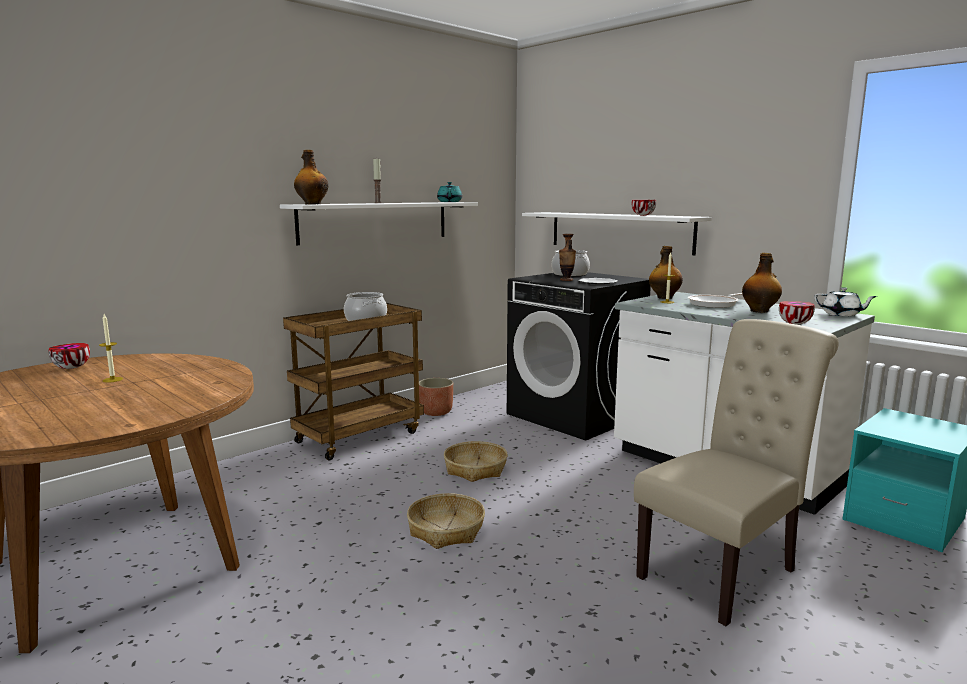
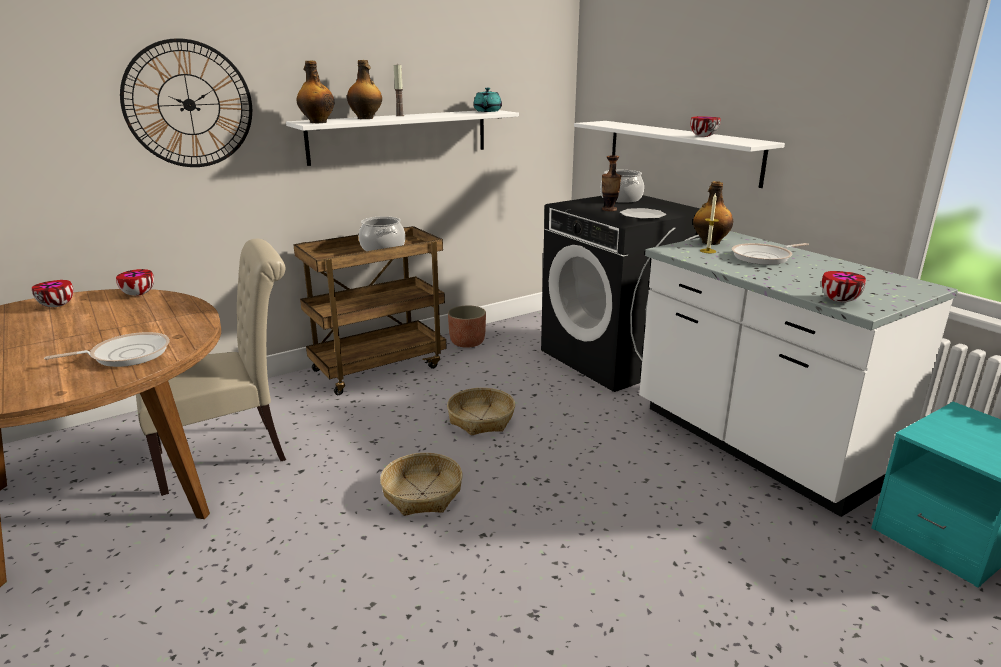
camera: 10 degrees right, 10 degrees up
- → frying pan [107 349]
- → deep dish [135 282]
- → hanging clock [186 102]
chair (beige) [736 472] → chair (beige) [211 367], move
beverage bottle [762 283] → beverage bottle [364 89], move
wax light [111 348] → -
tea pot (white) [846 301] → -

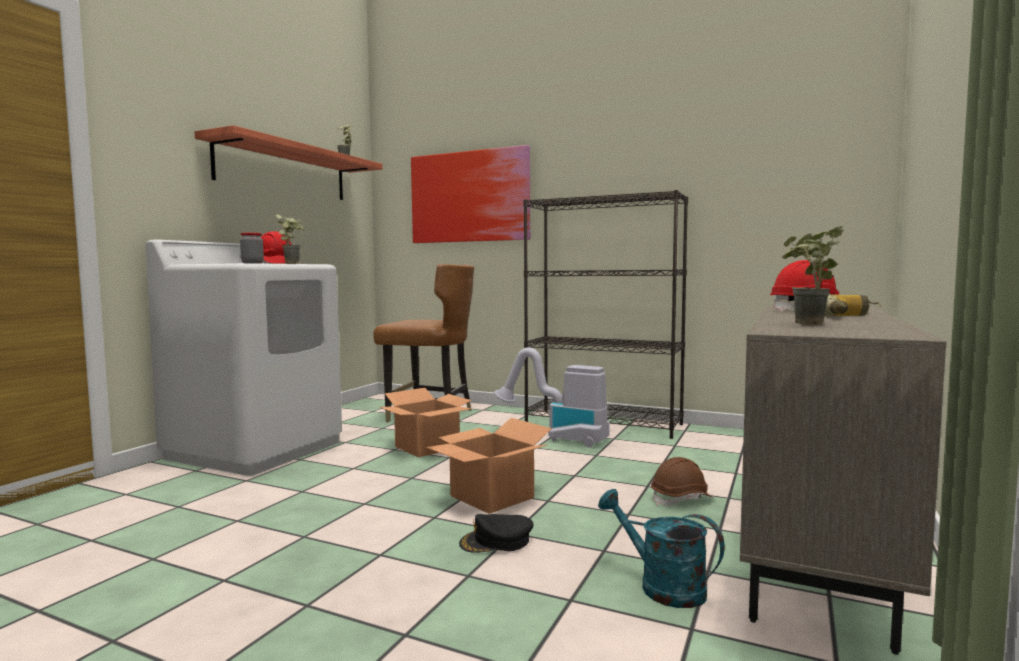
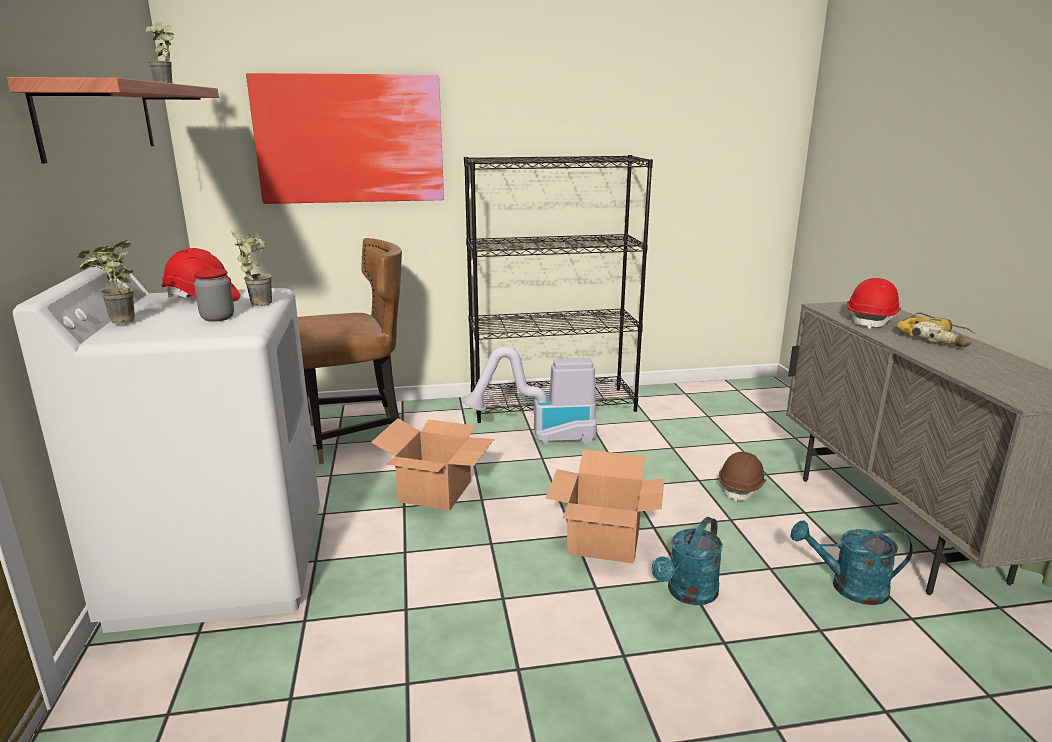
camera: 35 degrees left, 15 degrees up
houseplant [813 276] → houseplant [106 282], move
peaked cap (black-coloured) [496 533] → watering pot (turquoise) [687 561]

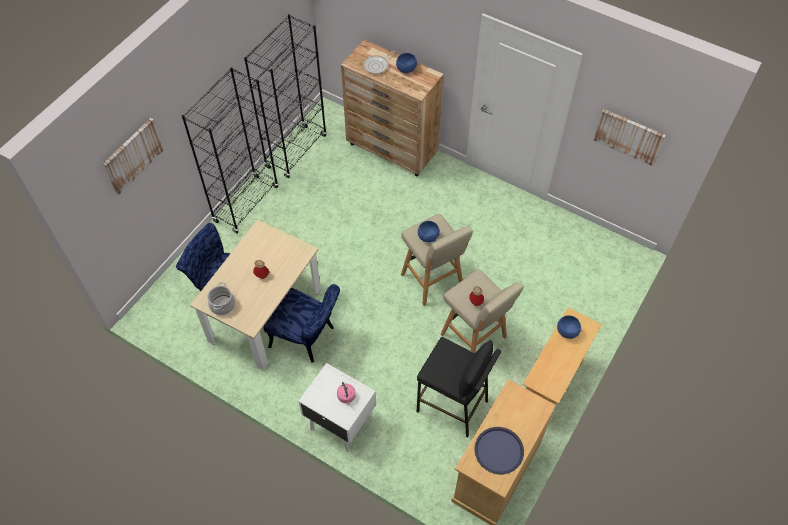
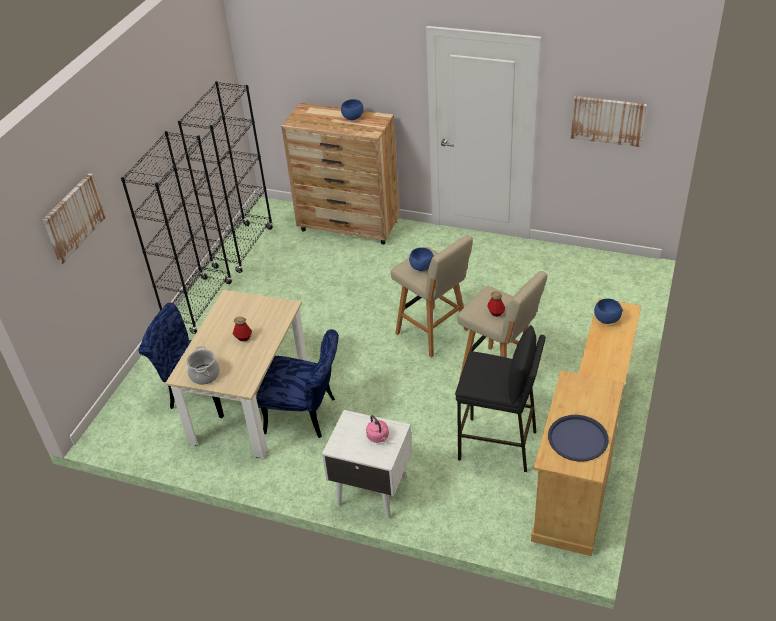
camera: 10 degrees left, 15 degrees down
frying pan [379 62] → -

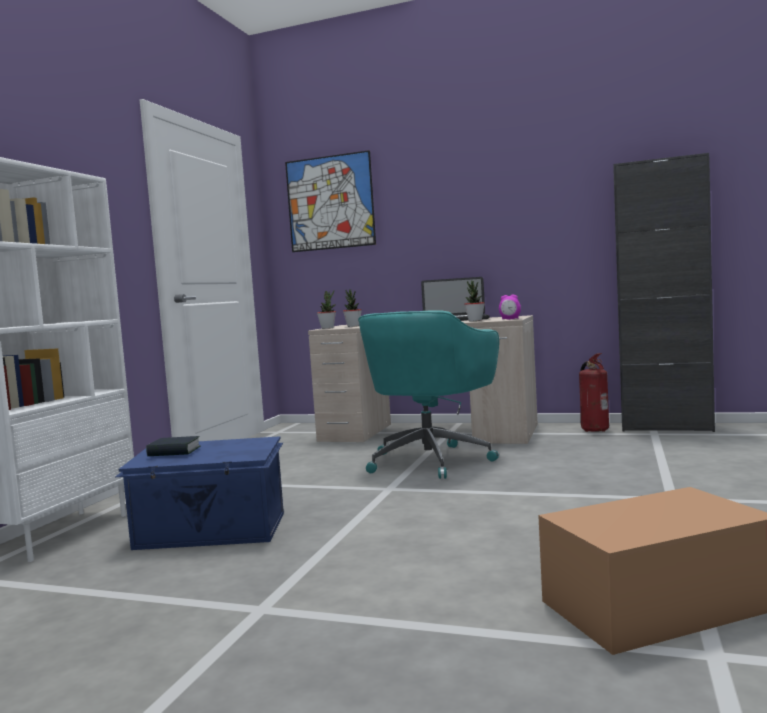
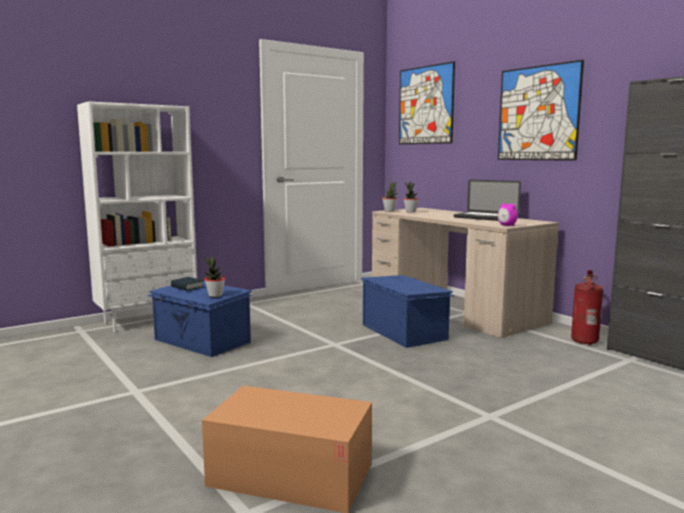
camera: 35 degrees right, 5 degrees up
houseplant [474 301] → houseplant [215 276], move
computer chair (turquoise) [428 394] → storage bin (blue-coloured) [408 311]
- → wall art [541 110]

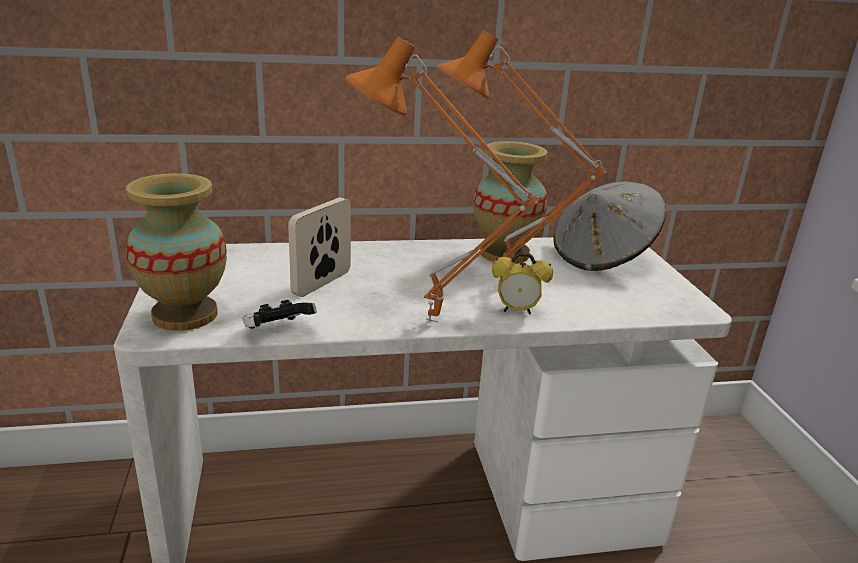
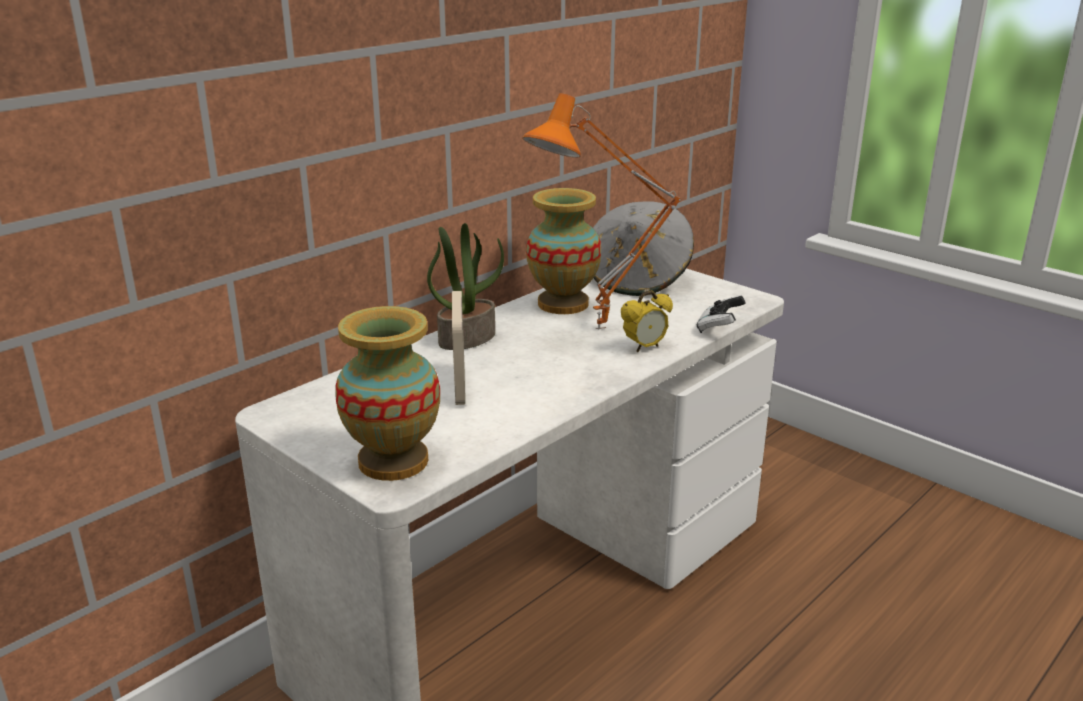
camera: 35 degrees left, 0 degrees up
- → houseplant [465 286]
gamepad [280 314] → gamepad [721 314], move
tabletop lamp (orange) [442 179] → -

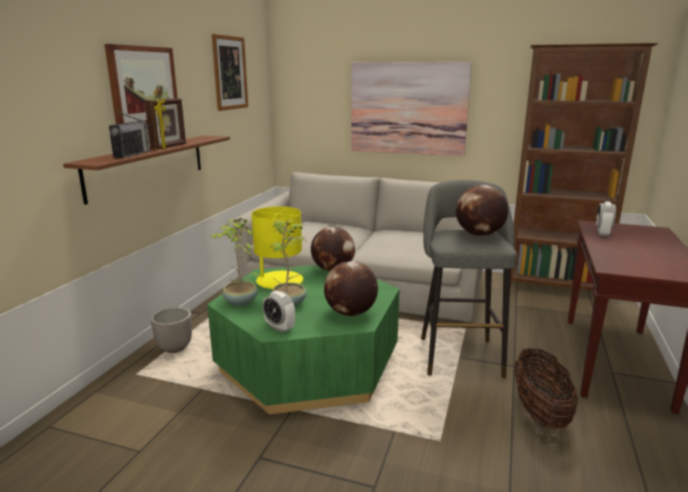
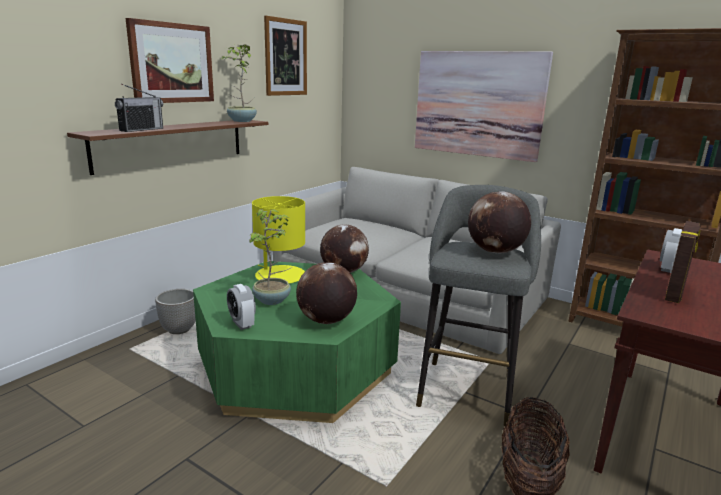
camera: 15 degrees right, 0 degrees up
houseplant [234 262] → houseplant [239 83], move
picture frame [165 123] → picture frame [682 262], move

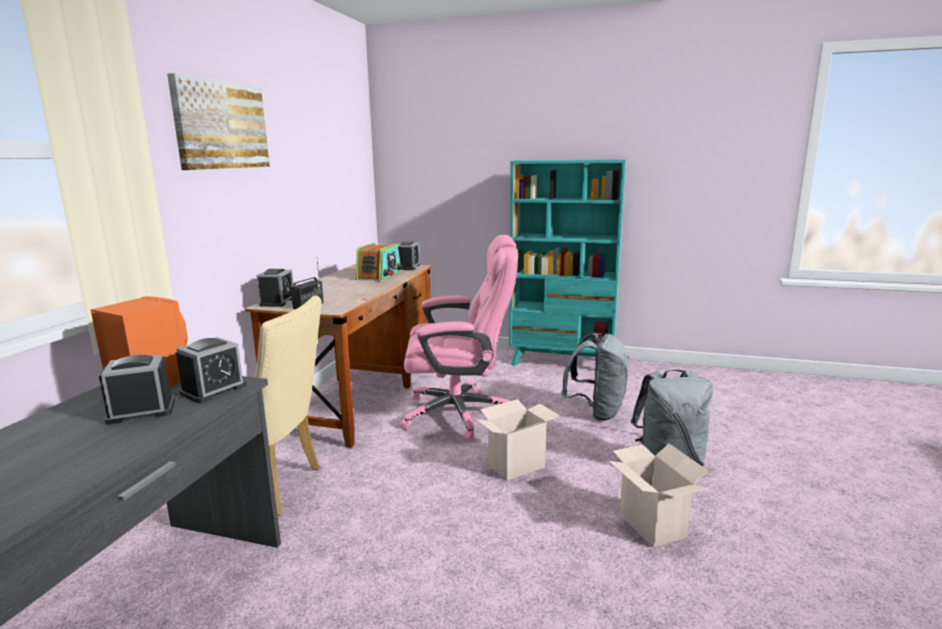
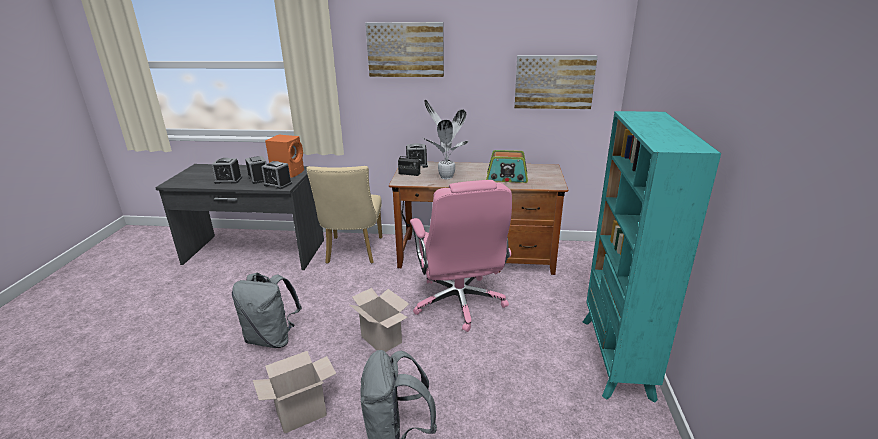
camera: 80 degrees right, 10 degrees up
bedside clock [408 255] → bedside clock [227 171], move
backpack (greyish) [595 377] → backpack (greyish) [267 310], move
- → houseplant [446 139]
- → wall art [556 82]

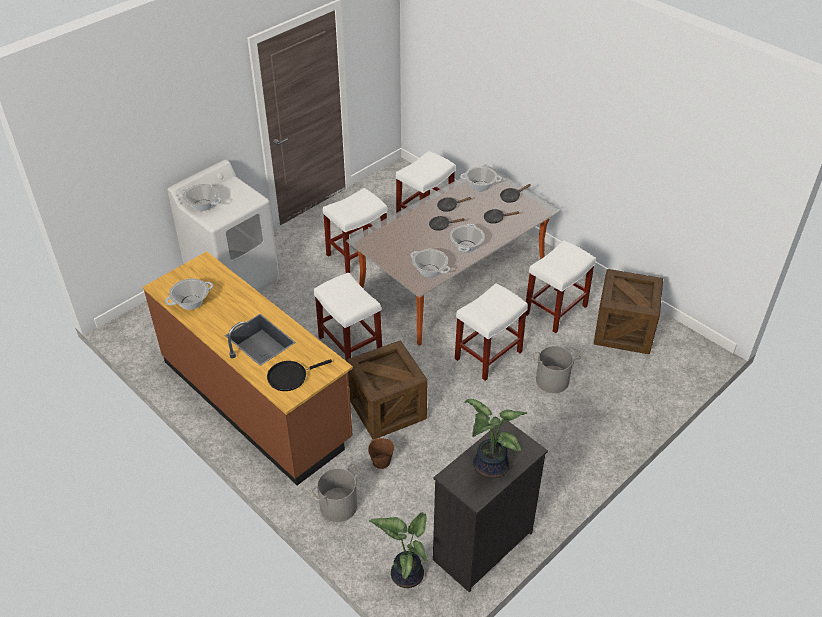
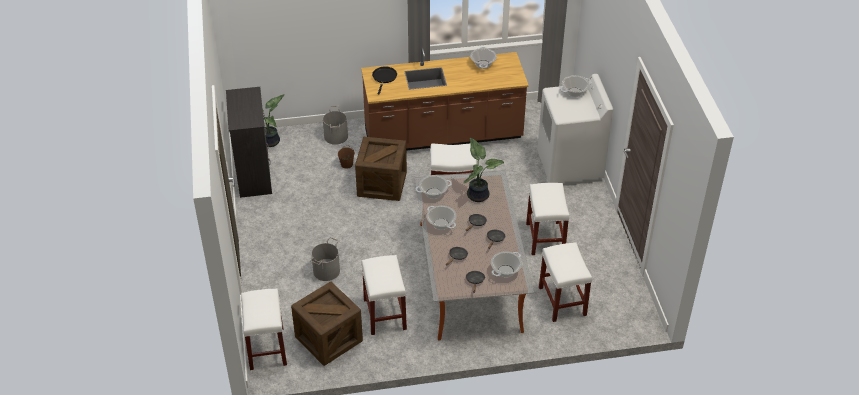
camera: 125 degrees right, 0 degrees up
stool (white) [491 332] → stool (white) [264 329], move
houseplant [495 438] → houseplant [484 170], move

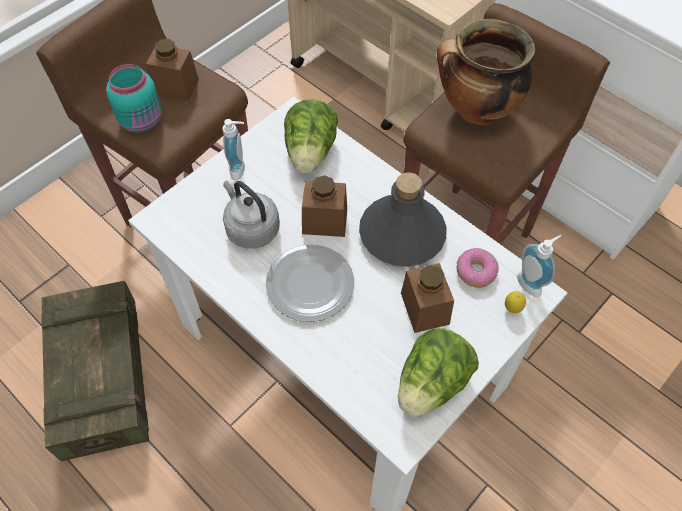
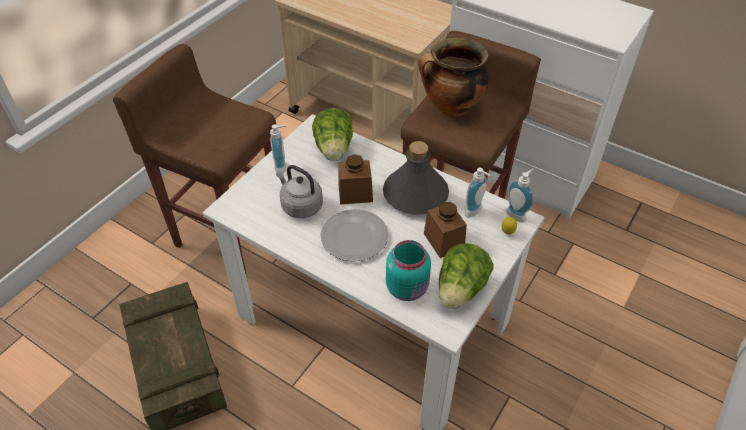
camera: 10 degrees left, 10 degrees down
preserve jar (turquoise) [134 98] → preserve jar (turquoise) [408 270], move
donut [478 268] → soap bottle [478 193]
preserve jar (brown) [172 70] → -

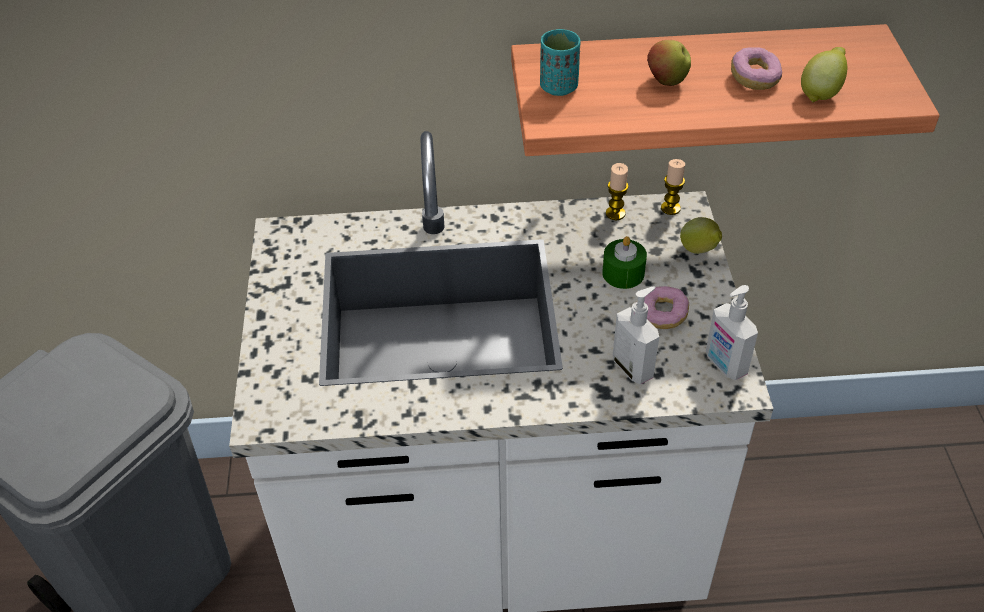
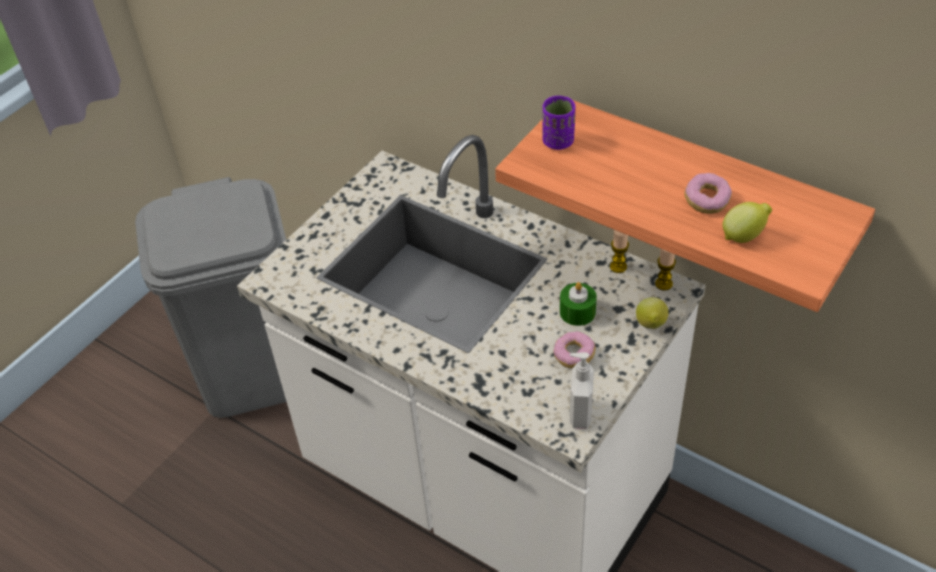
camera: 40 degrees right, 0 degrees up
cup (turquoise) [560 62] → cup (purplish) [558 123]
soap bottle [636 335] → -
apple [669 63] → -

